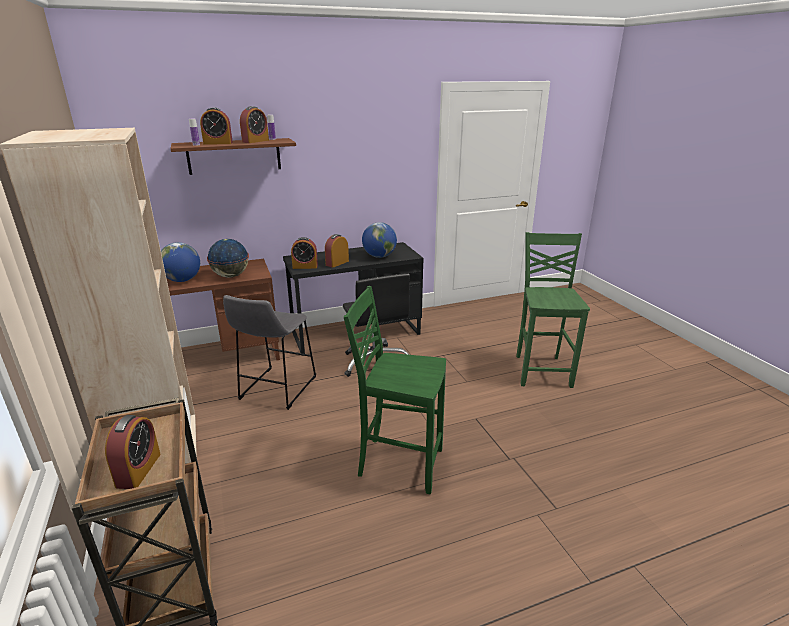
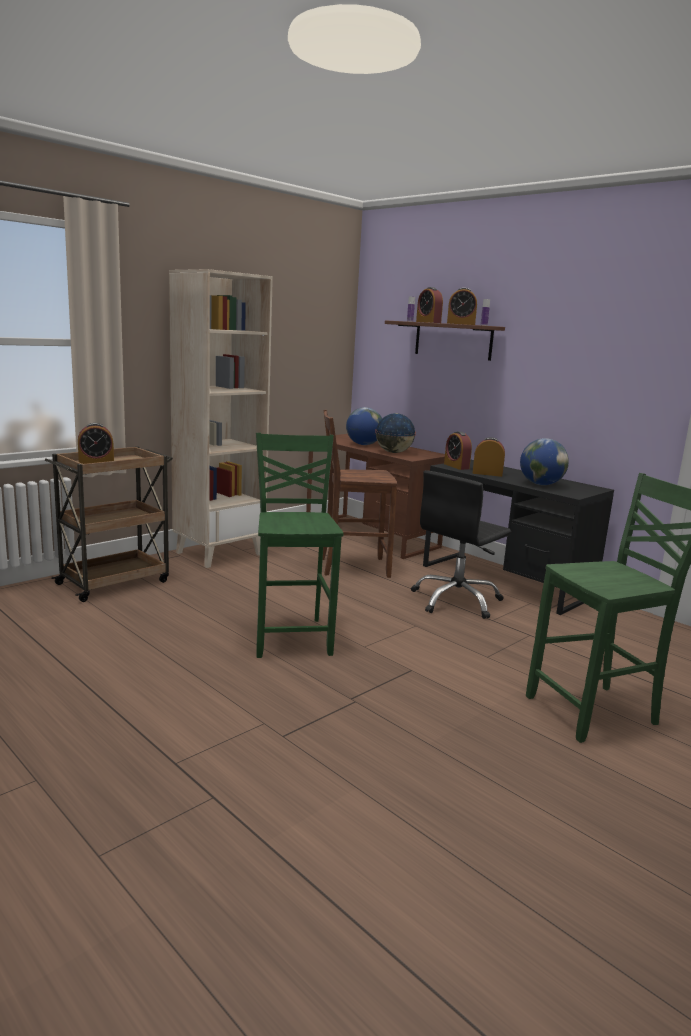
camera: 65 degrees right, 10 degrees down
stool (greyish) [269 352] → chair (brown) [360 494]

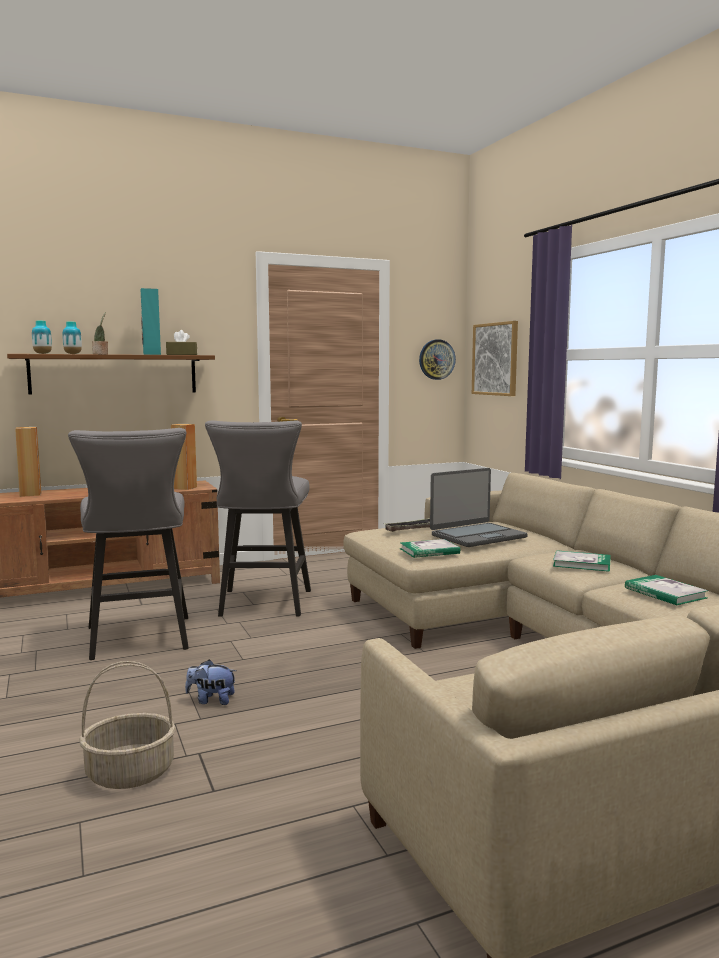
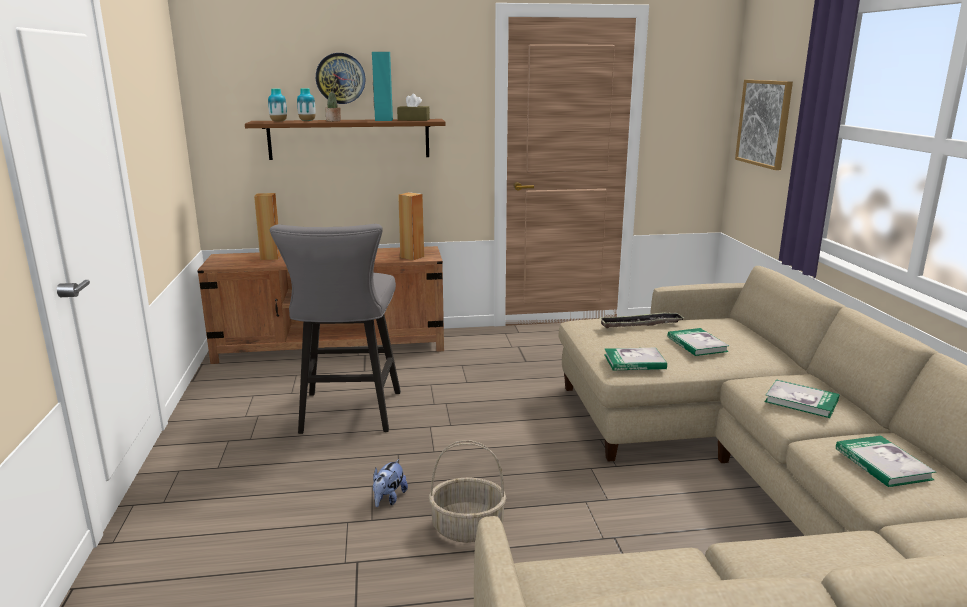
camera: 15 degrees right, 10 degrees up
hanging clock [437 359] → hanging clock [341 78], move
cuddly toy [211 682] → cuddly toy [390 483], 90 degrees counterclockwise
basket [127 725] → basket [467 491], move
laptop [479 507] → book [698 342]
stool (greyish) [258 519] → -

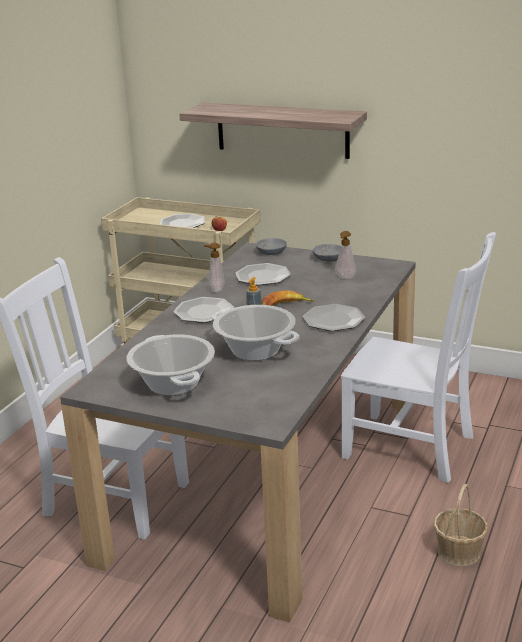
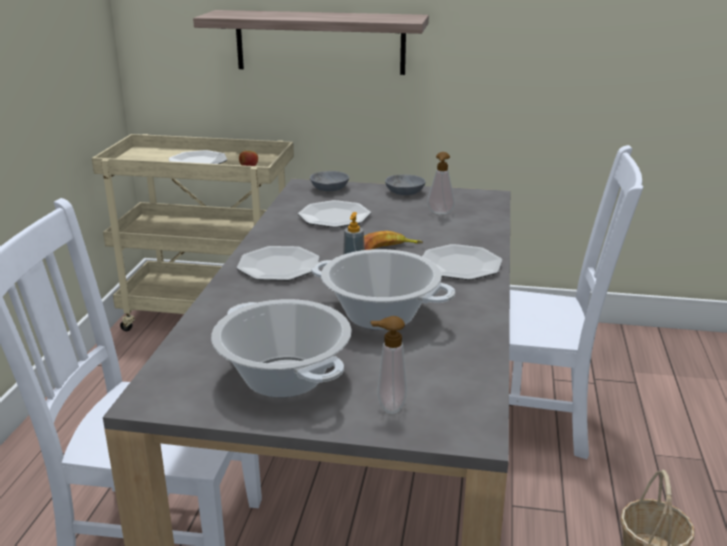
camera: 15 degrees left, 0 degrees up
soap bottle [214 267] → soap bottle [389 365], move

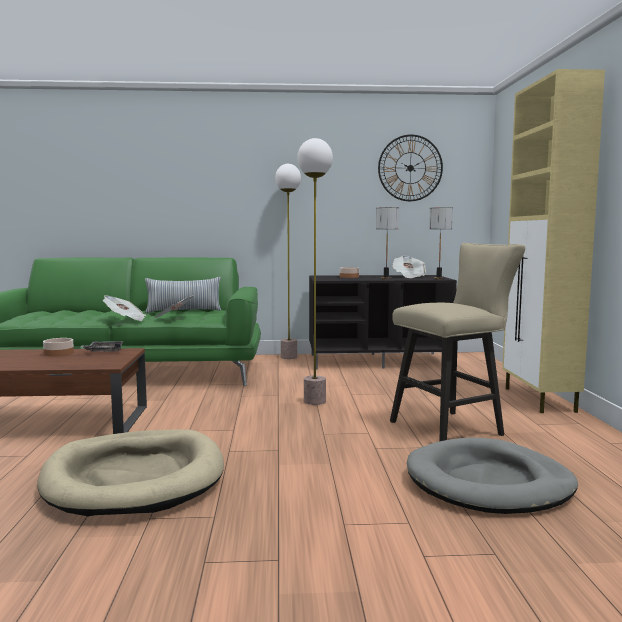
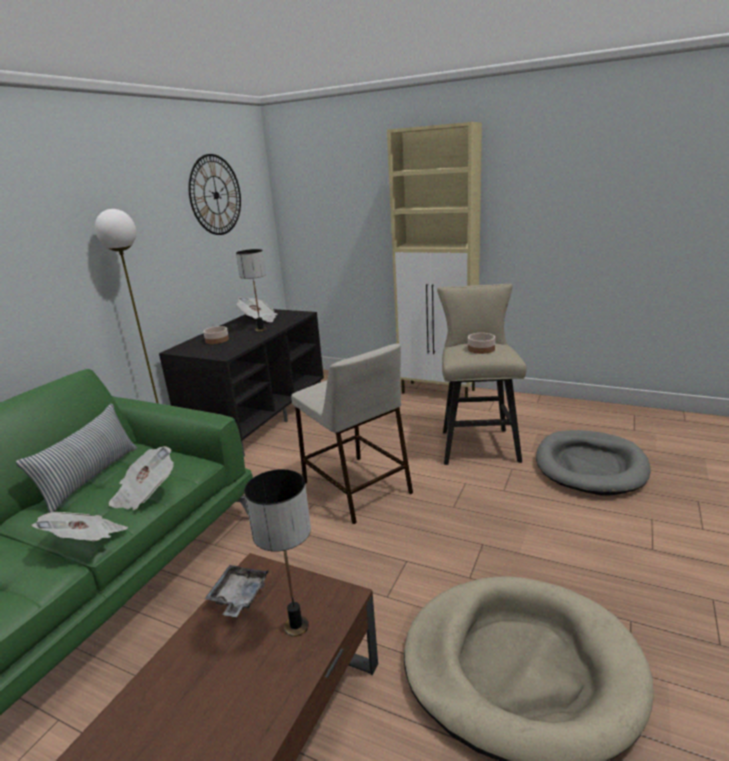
camera: 60 degrees left, 15 degrees up
tabletop lamp [441 243] → tabletop lamp [277 553], move
standard lamp [315 271] → stool (beige) [352 433]
deep dish [58 347] → deep dish [481 343], move

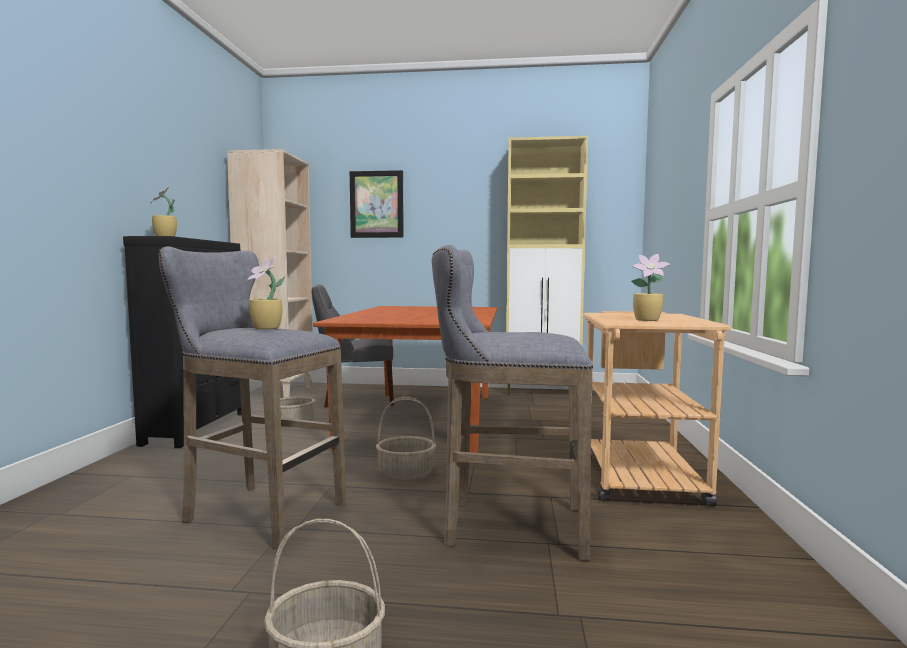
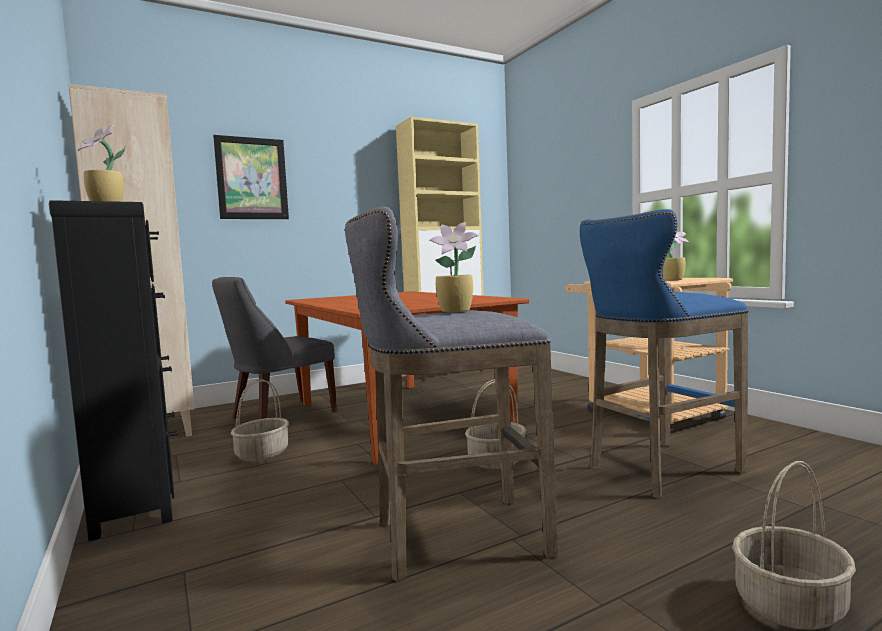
camera: 35 degrees left, 0 degrees up
stool (greyish) [512 403] → stool (blue-coloured) [664 354]

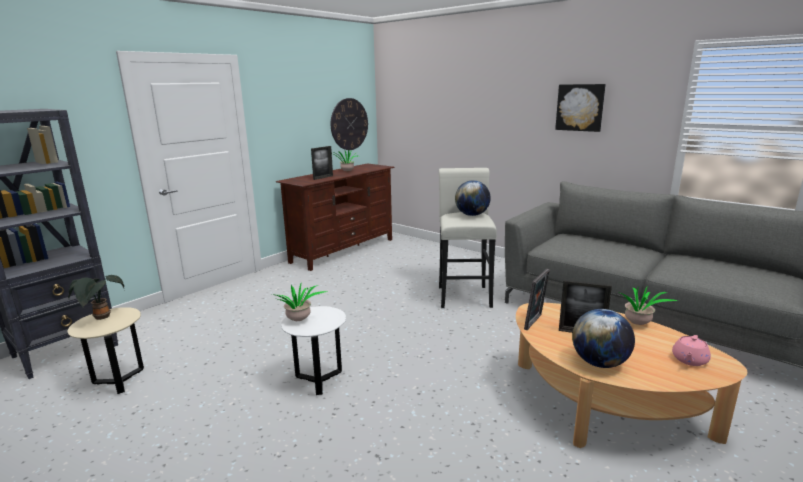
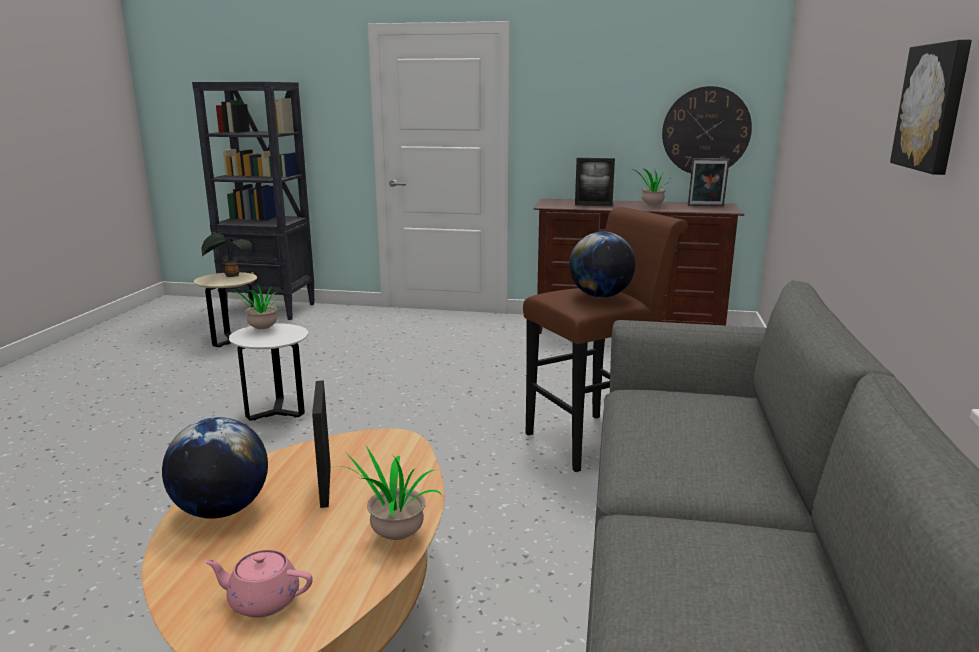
camera: 60 degrees right, 0 degrees up
stool (white) [468 238] → stool (brown) [605 339]
picture frame [537 299] → picture frame [709 182], move

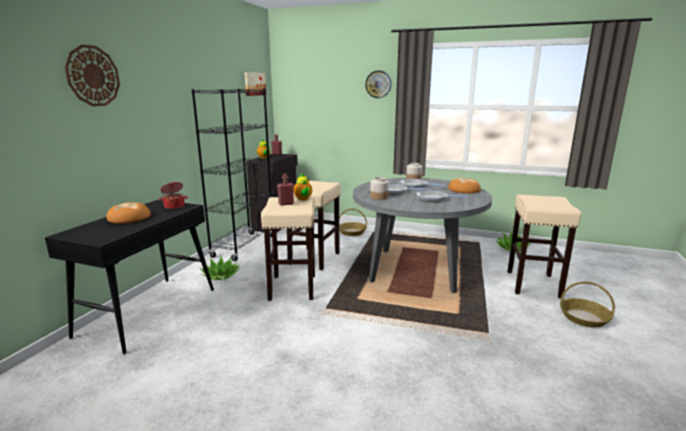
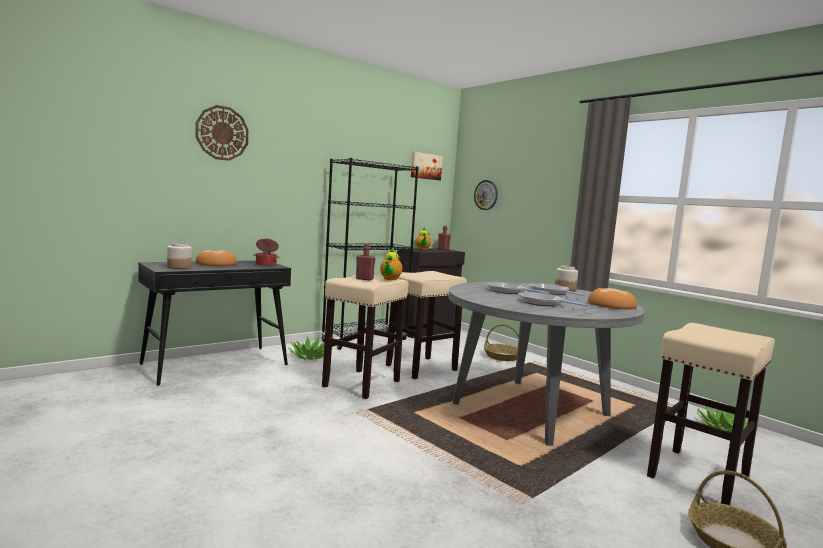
camera: 30 degrees right, 10 degrees down
preserve jar [379 188] → preserve jar [179 256], move
hanging clock [378 84] → hanging clock [486 195], move

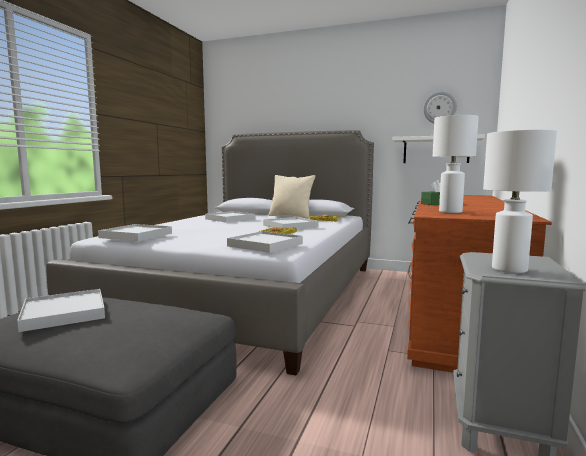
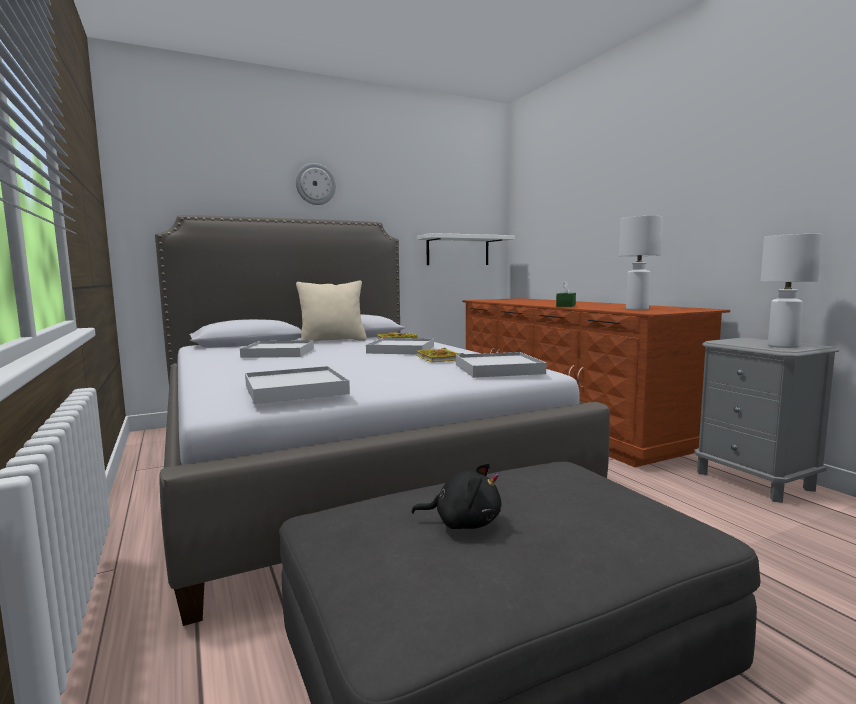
camera: 45 degrees left, 0 degrees up
hanging clock [440 107] → hanging clock [316 184], move
serving tray (white) [61 310] → cuddly toy (black-coloured) [456 496]

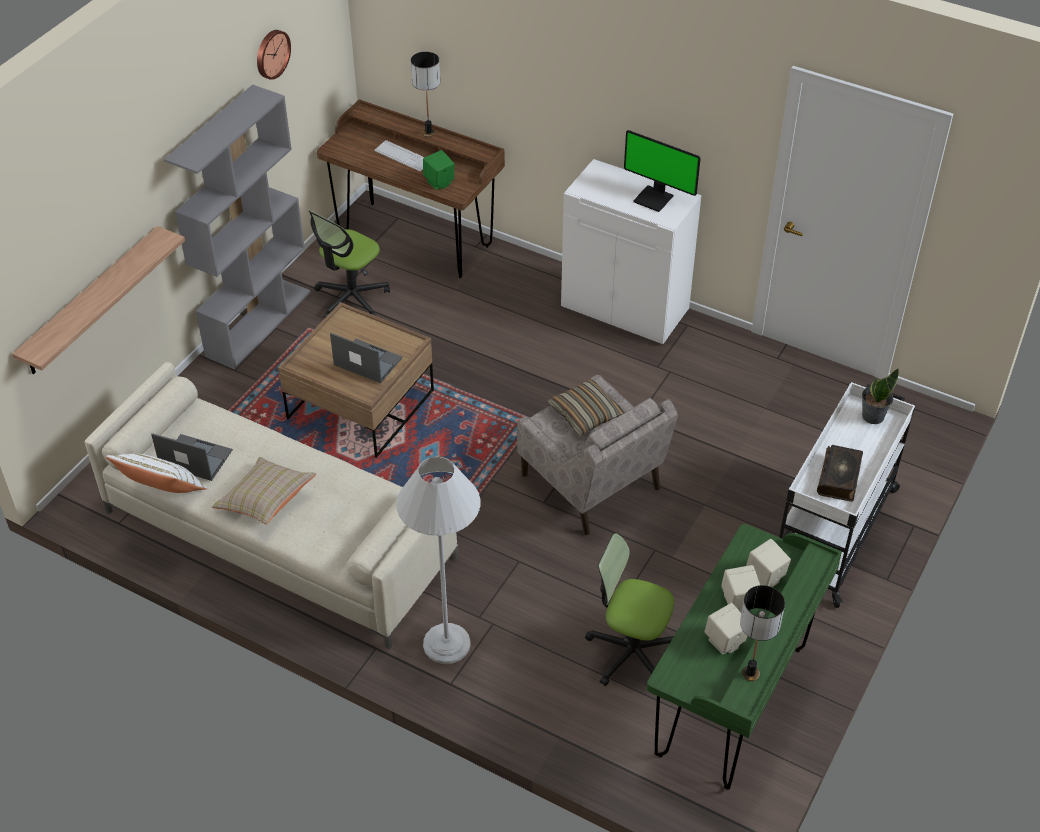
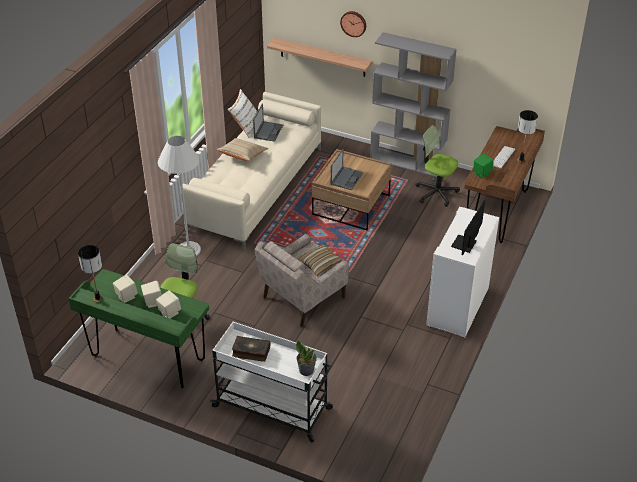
camera: 85 degrees right, 5 degrees down
hanging clock [274 55] → hanging clock [353 24], move

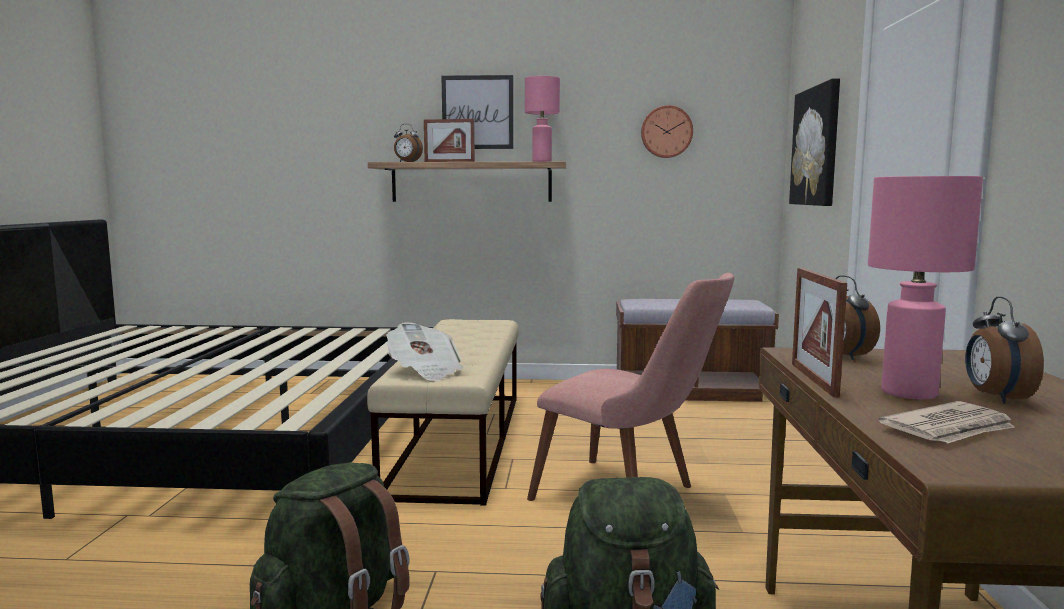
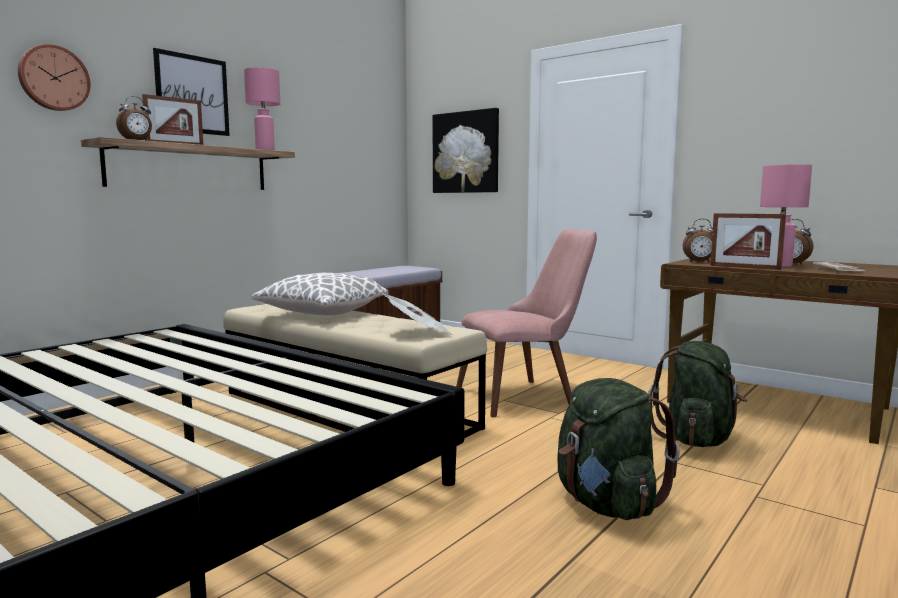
camera: 55 degrees left, 0 degrees up
hanging clock [667 131] → hanging clock [54 77], move
- → cushion [320 294]

